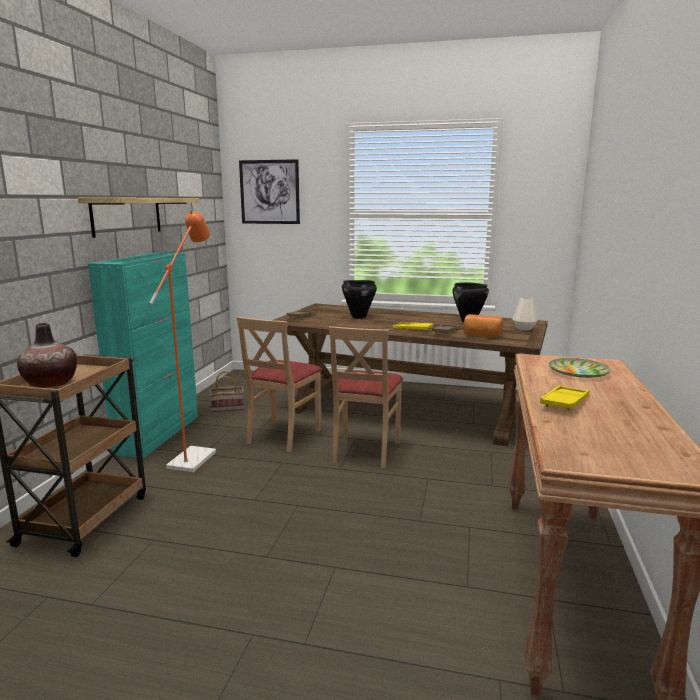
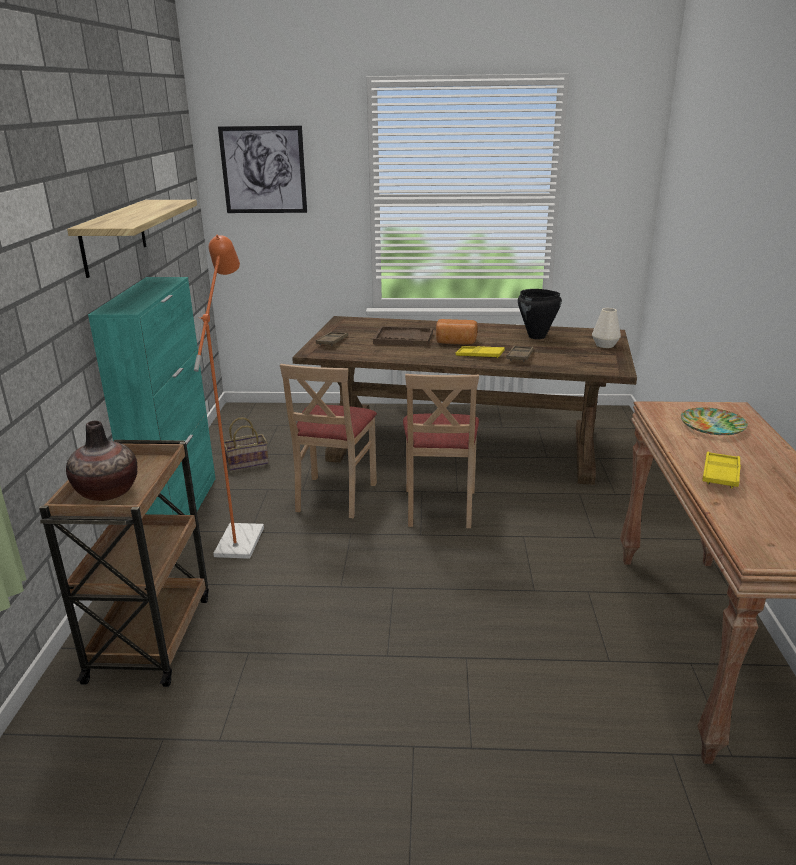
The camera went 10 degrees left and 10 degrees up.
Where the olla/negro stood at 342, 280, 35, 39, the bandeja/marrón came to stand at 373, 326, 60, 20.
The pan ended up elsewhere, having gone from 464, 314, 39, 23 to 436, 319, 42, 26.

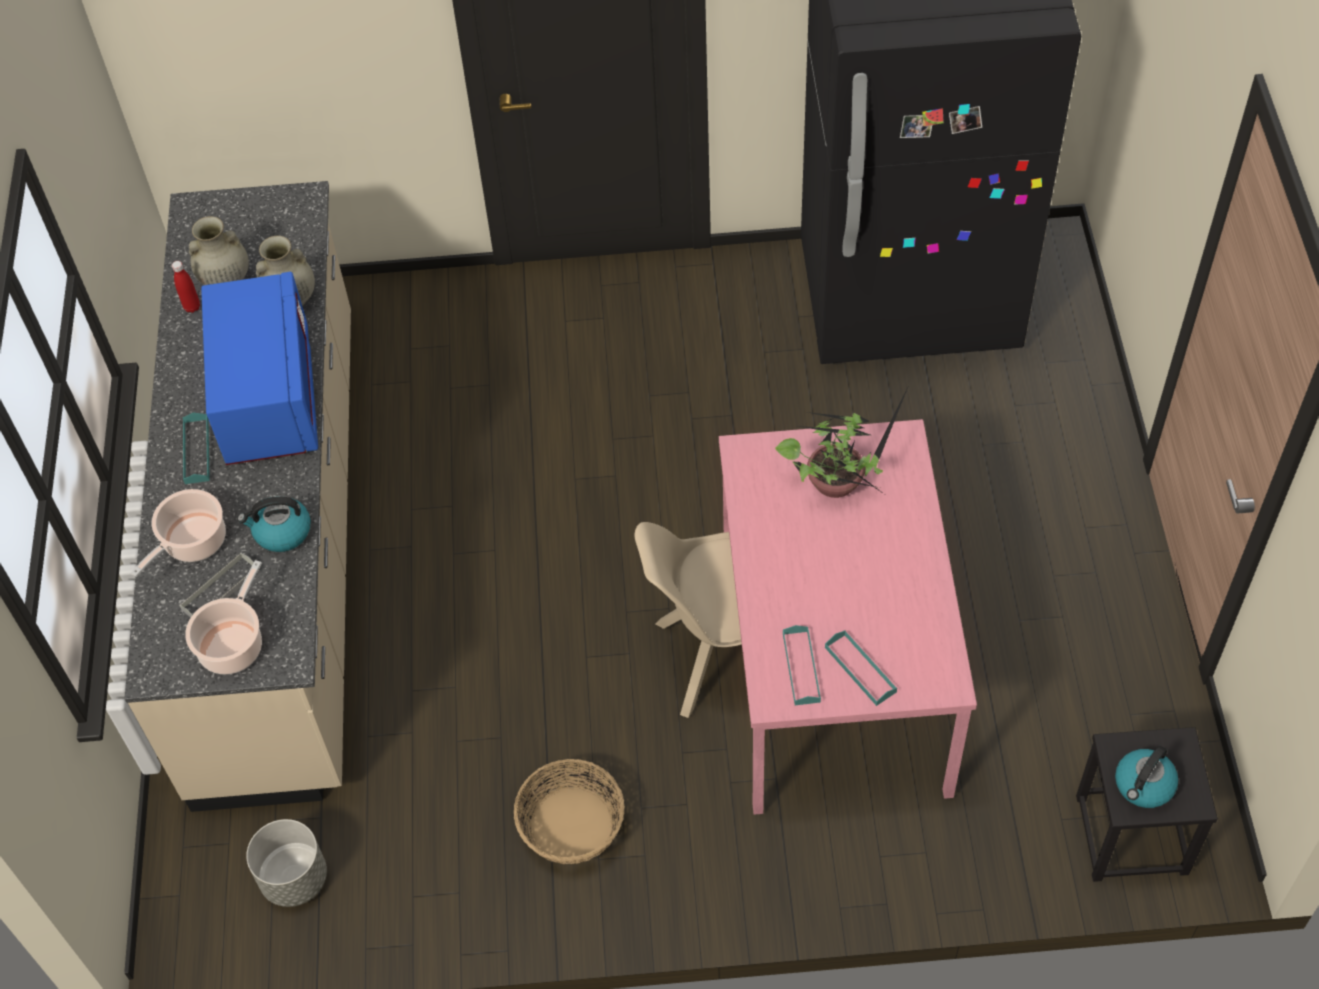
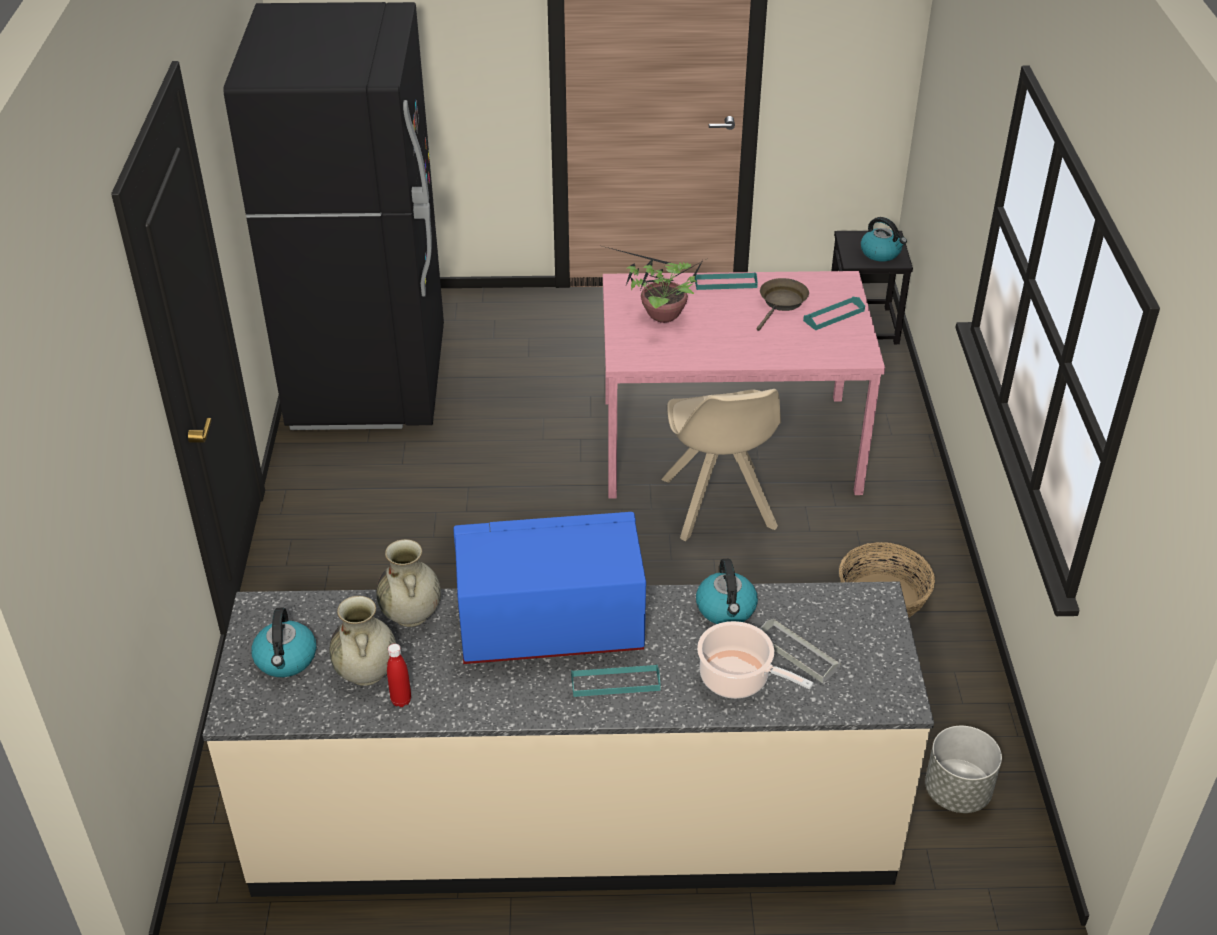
The camera went 90 degrees left and 15 degrees down.
The second view lost the olla at 185, 560, 77, 114.
The bandeja/turquesa ended up elsewhere, having gone from 783, 625, 38, 80 to 695, 272, 63, 18.
The second view gained the sartén/marrón at 756, 278, 53, 53.
The second view gained the hervidor at 251, 608, 65, 69.

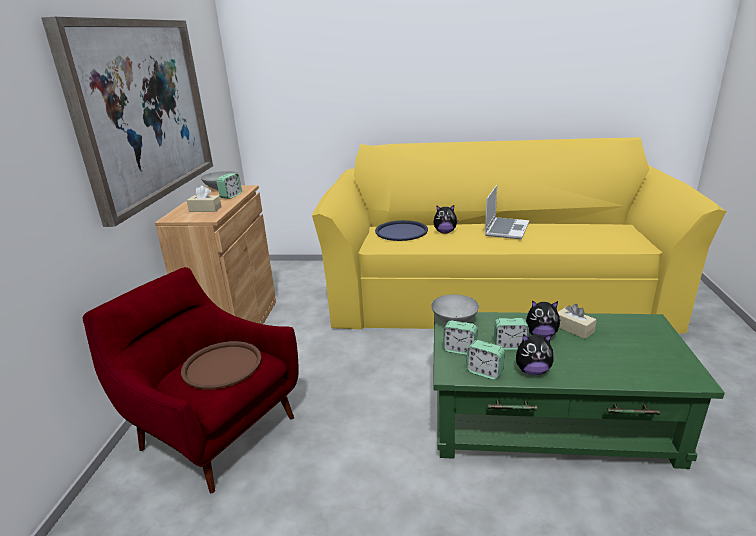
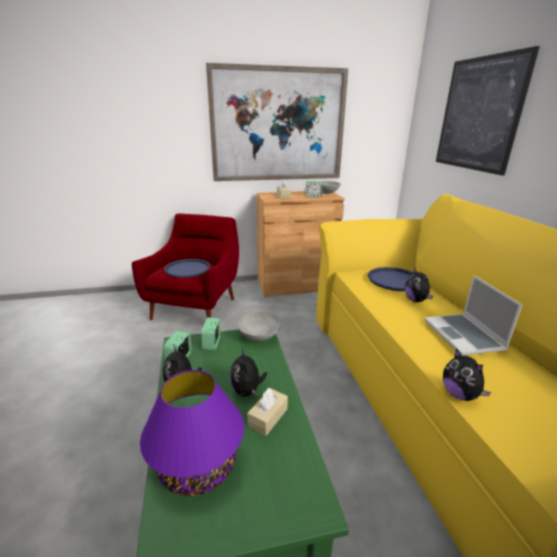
The camera went 70 degrees right and 0 degrees up.
The portátil at 485, 185, 44, 54 ended up facing another way, 75 degrees clockwise from before.
The second view lost the despertador at 494, 318, 35, 32.
What was the bandeja/marrón at 181, 341, 80, 49 turned into the bandeja/azul at 164, 259, 47, 19.
The second view gained the cuadro at 436, 46, 104, 130.
The second view gained the peluche at 443, 348, 48, 53.
The second view gained the lámpara de mesa/morado at 140, 370, 104, 126.

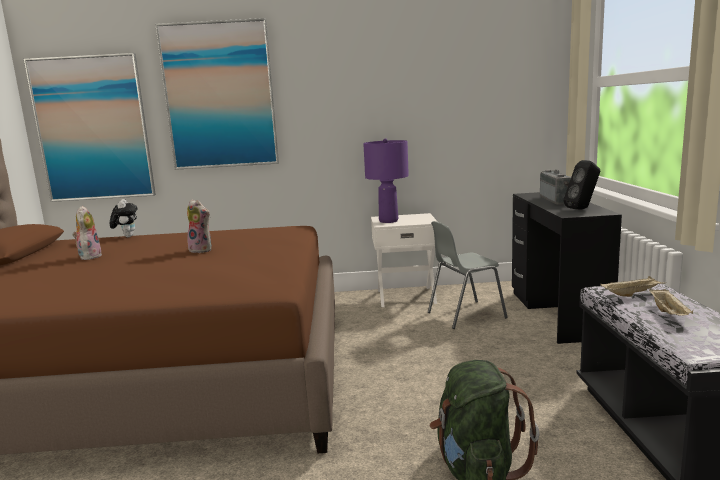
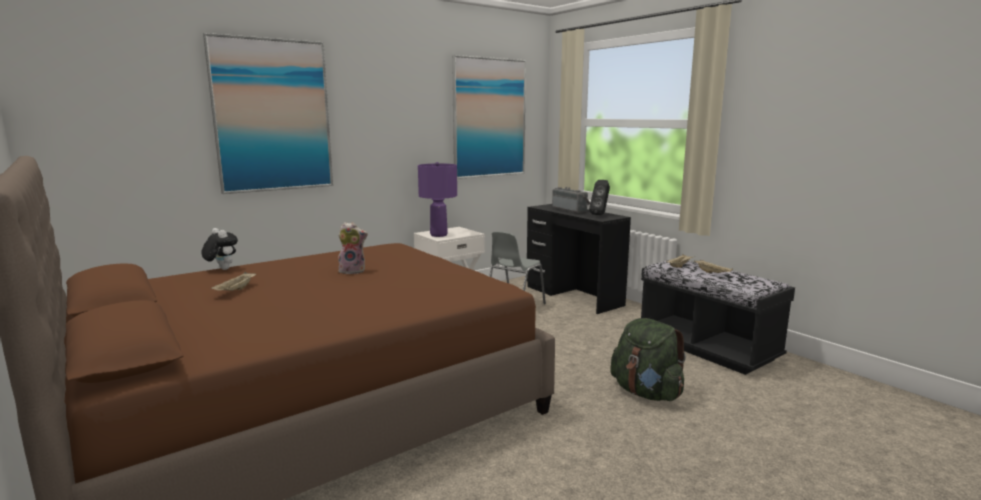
The camera went 35 degrees left and 0 degrees up.
The cuadro ended up elsewhere, having gone from 24, 53, 132, 149 to 452, 55, 74, 124.
Where the peluche stood at 72, 206, 30, 54, the bandeja/beis came to stand at 211, 272, 45, 19.

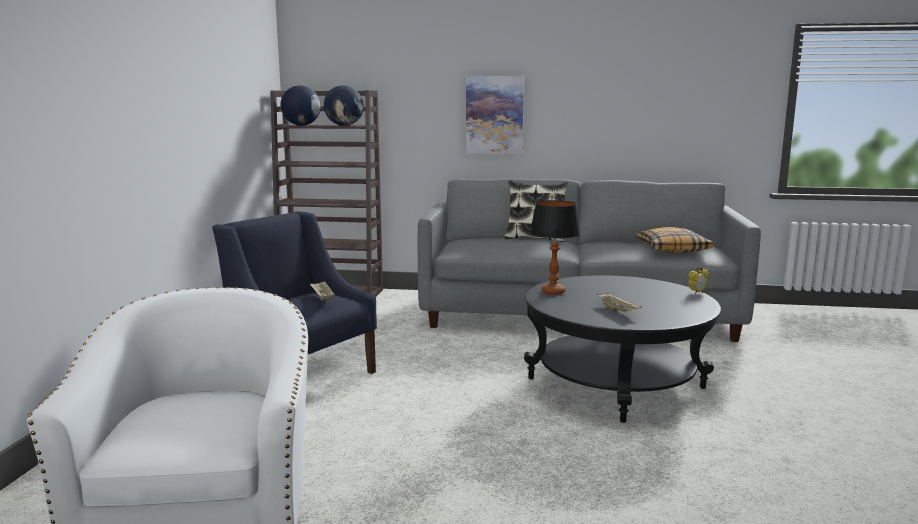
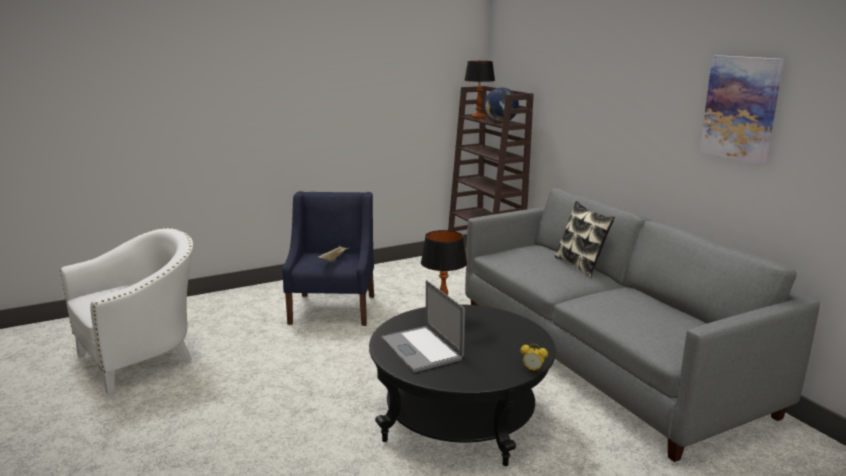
The camera went 55 degrees right and 5 degrees up.
The cuadro ended up elsewhere, having gone from 466, 76, 58, 78 to 699, 55, 85, 110.
Where the globo terráqueo stood at 281, 85, 40, 41, the lámpara de mesa came to stand at 464, 61, 31, 58.
The second view lost the cojín at 636, 227, 78, 26.
Where the bandeja/beis stood at 597, 293, 45, 18, the portátil came to stand at 380, 280, 85, 92.

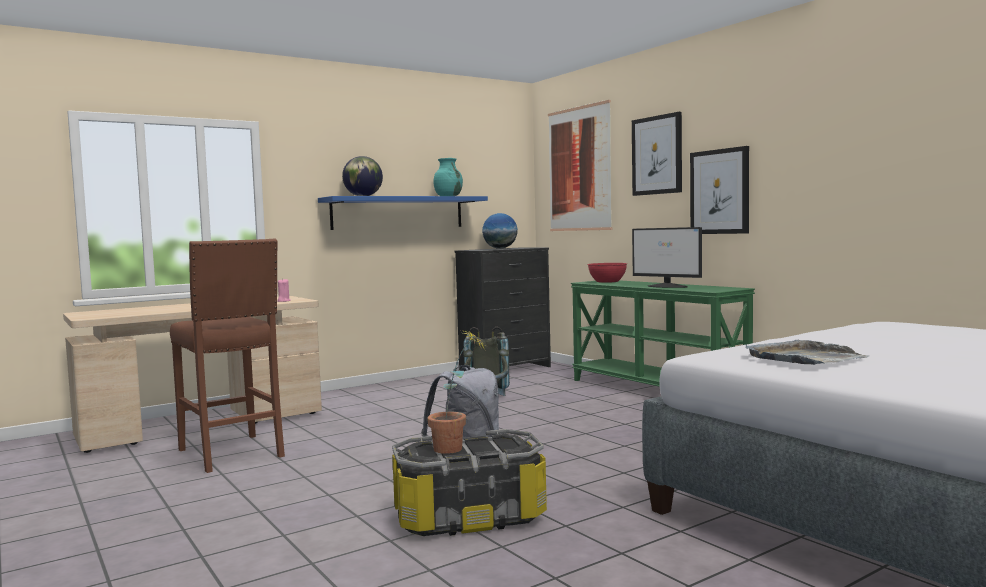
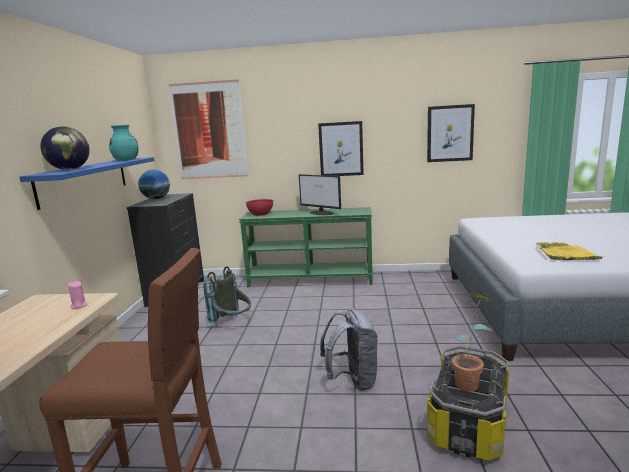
The camera went 50 degrees left and 10 degrees up.
The cuadro ended up elsewhere, having gone from 632, 112, 50, 84 to 427, 104, 48, 58.
The monitor at 632, 227, 70, 61 ended up facing another way, 45 degrees clockwise from before.
What was the bandeja/gris at 745, 340, 124, 25 turned into the bandeja/amarillo at 536, 242, 67, 18.

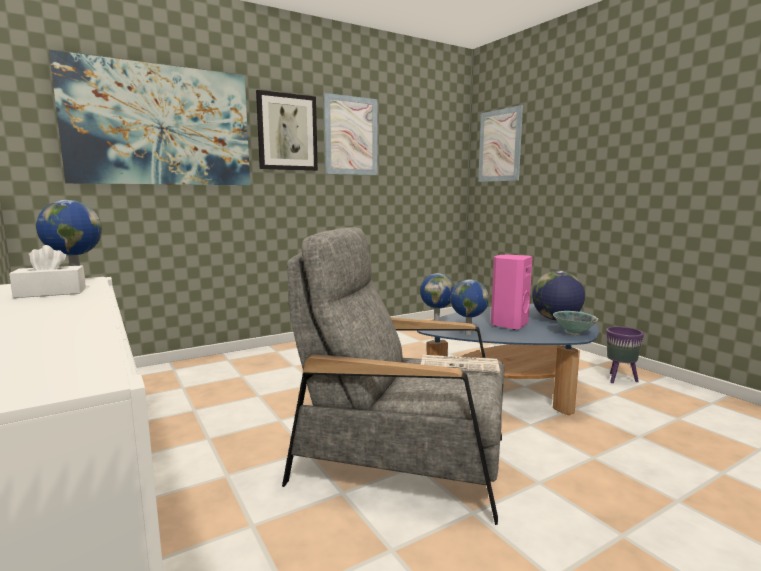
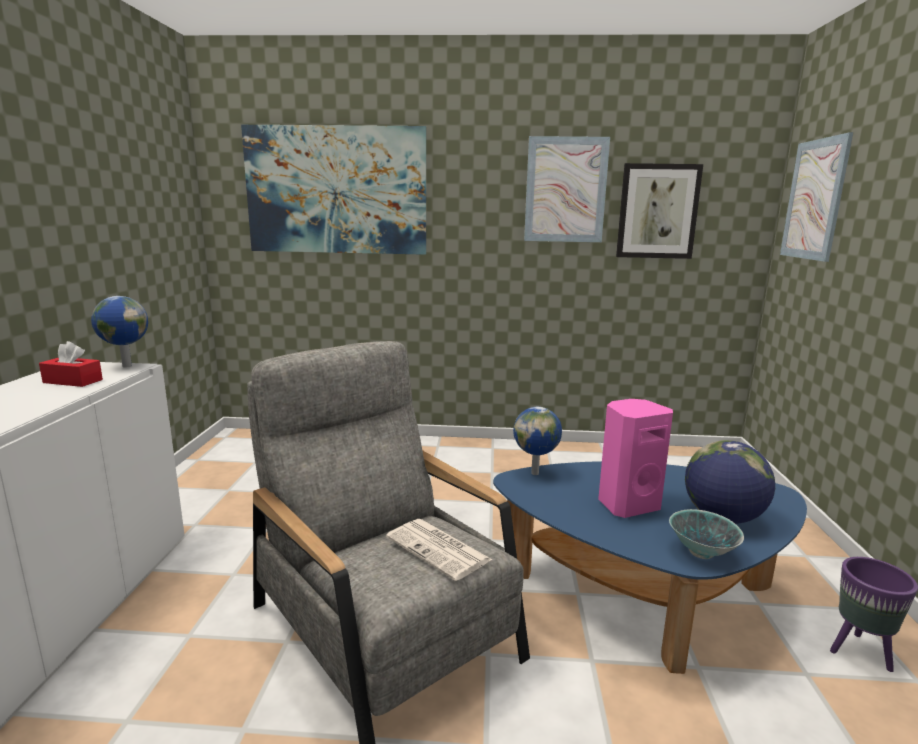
The camera went 35 degrees right and 5 degrees up.
The cuadro ended up elsewhere, having gone from 256, 90, 62, 81 to 616, 163, 87, 96.
What was the caja de pañuelos/blanco at 9, 245, 77, 53 turned into the caja de pañuelos/rojo at 39, 341, 64, 46.
The second view lost the globo terráqueo at 450, 279, 39, 56.

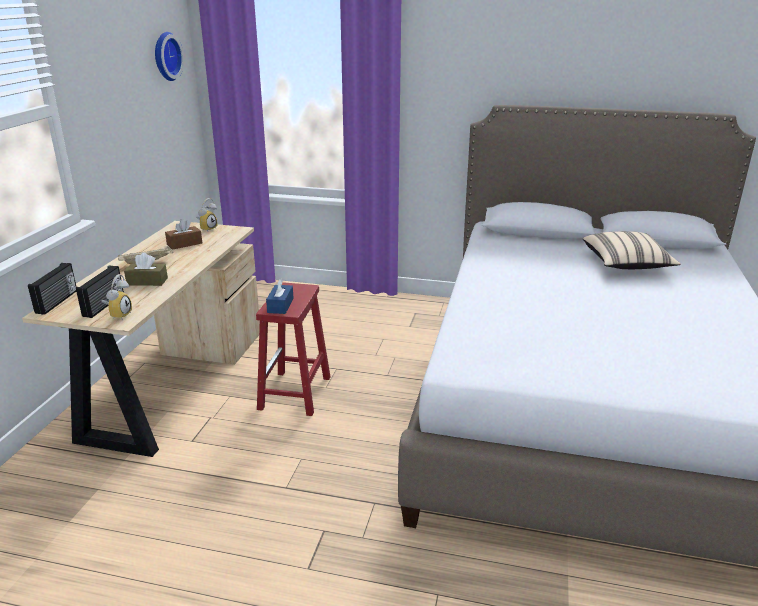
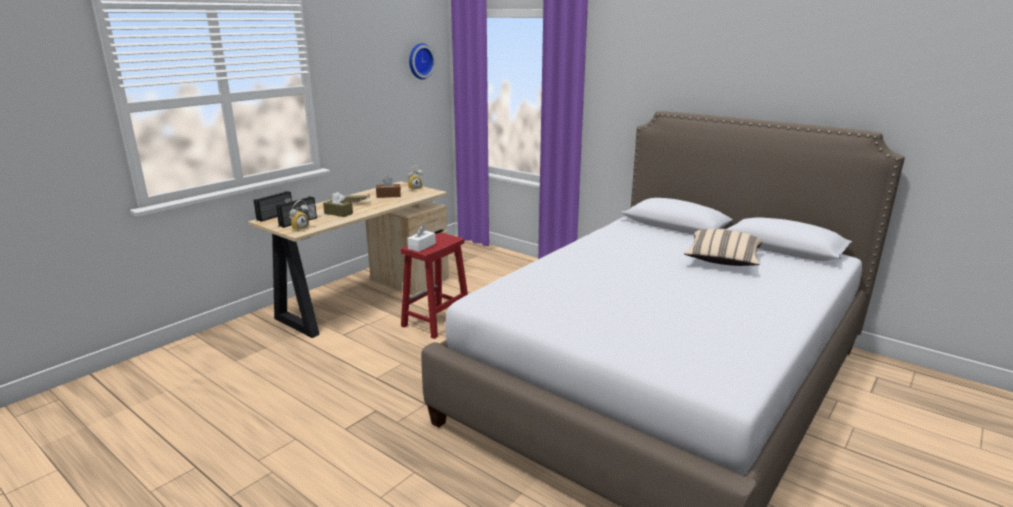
The camera went 25 degrees right and 5 degrees down.
What was the caja de pañuelos/azul at 266, 279, 28, 35 turned into the caja de pañuelos/blanco at 407, 225, 29, 27.

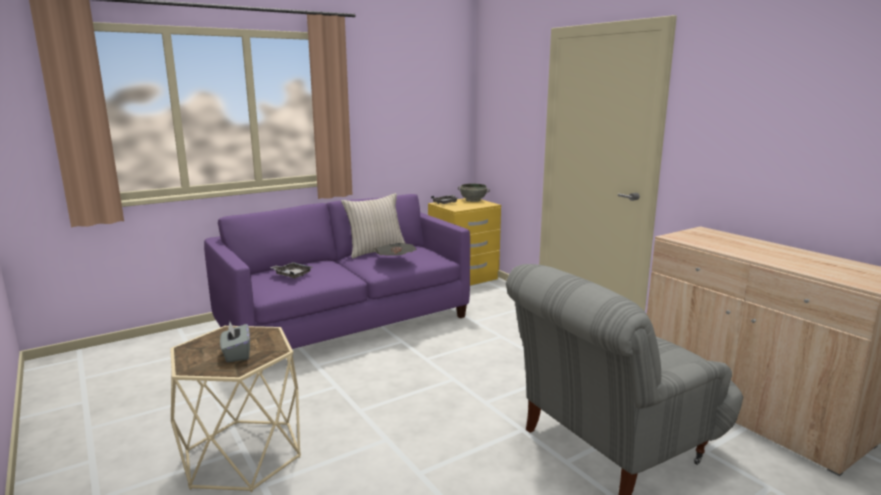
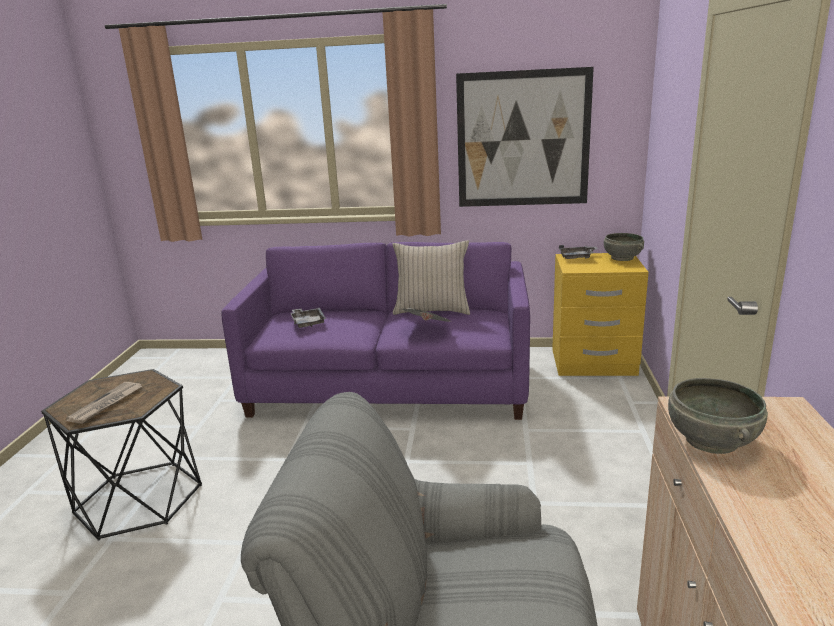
The camera went 40 degrees right and 5 degrees up.
Where the caja de pañuelos/gris stood at 220, 322, 30, 40, the periódico came to stand at 66, 382, 76, 42.
What was the mesa auxiliar/beis at 170, 326, 131, 166 turned into the mesa auxiliar/negro at 41, 369, 161, 172.
The second view gained the cuadro at 456, 67, 138, 140.
The second view gained the cuenco/gris at 668, 378, 100, 76.

